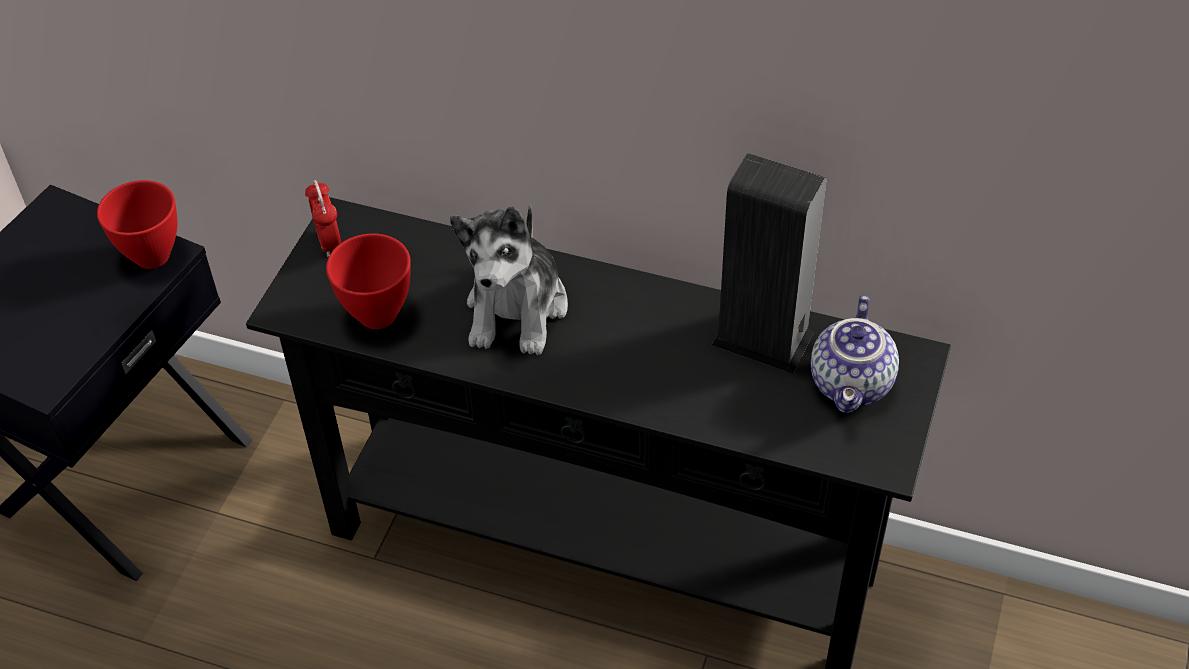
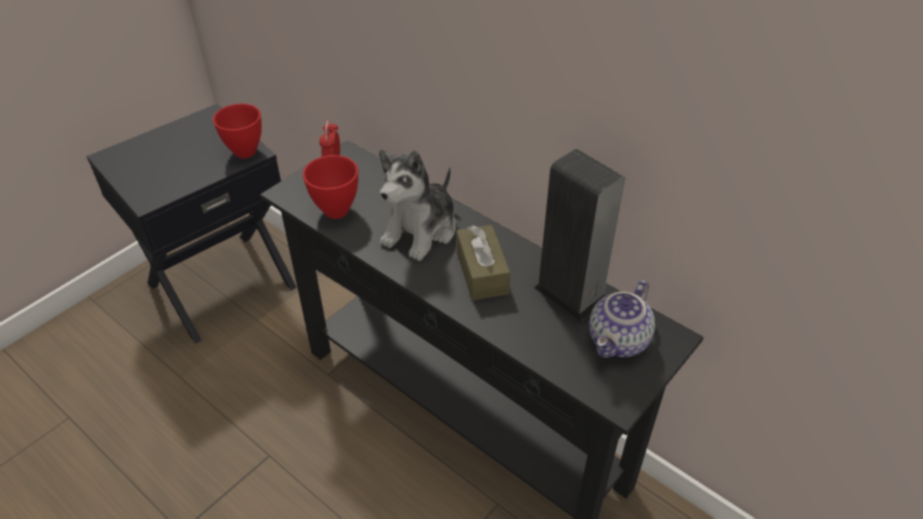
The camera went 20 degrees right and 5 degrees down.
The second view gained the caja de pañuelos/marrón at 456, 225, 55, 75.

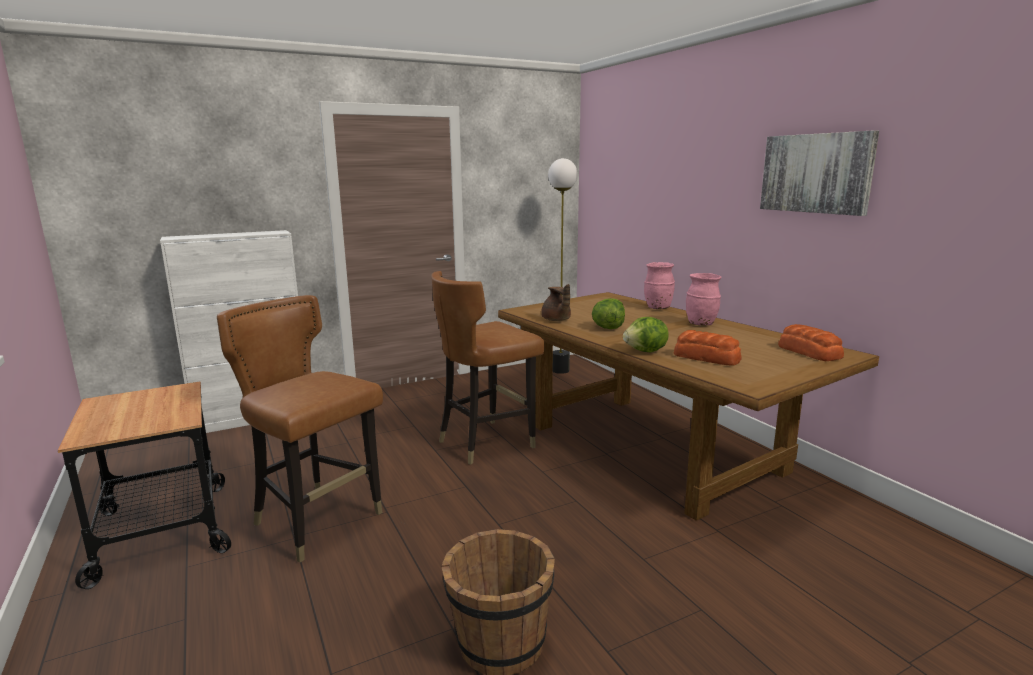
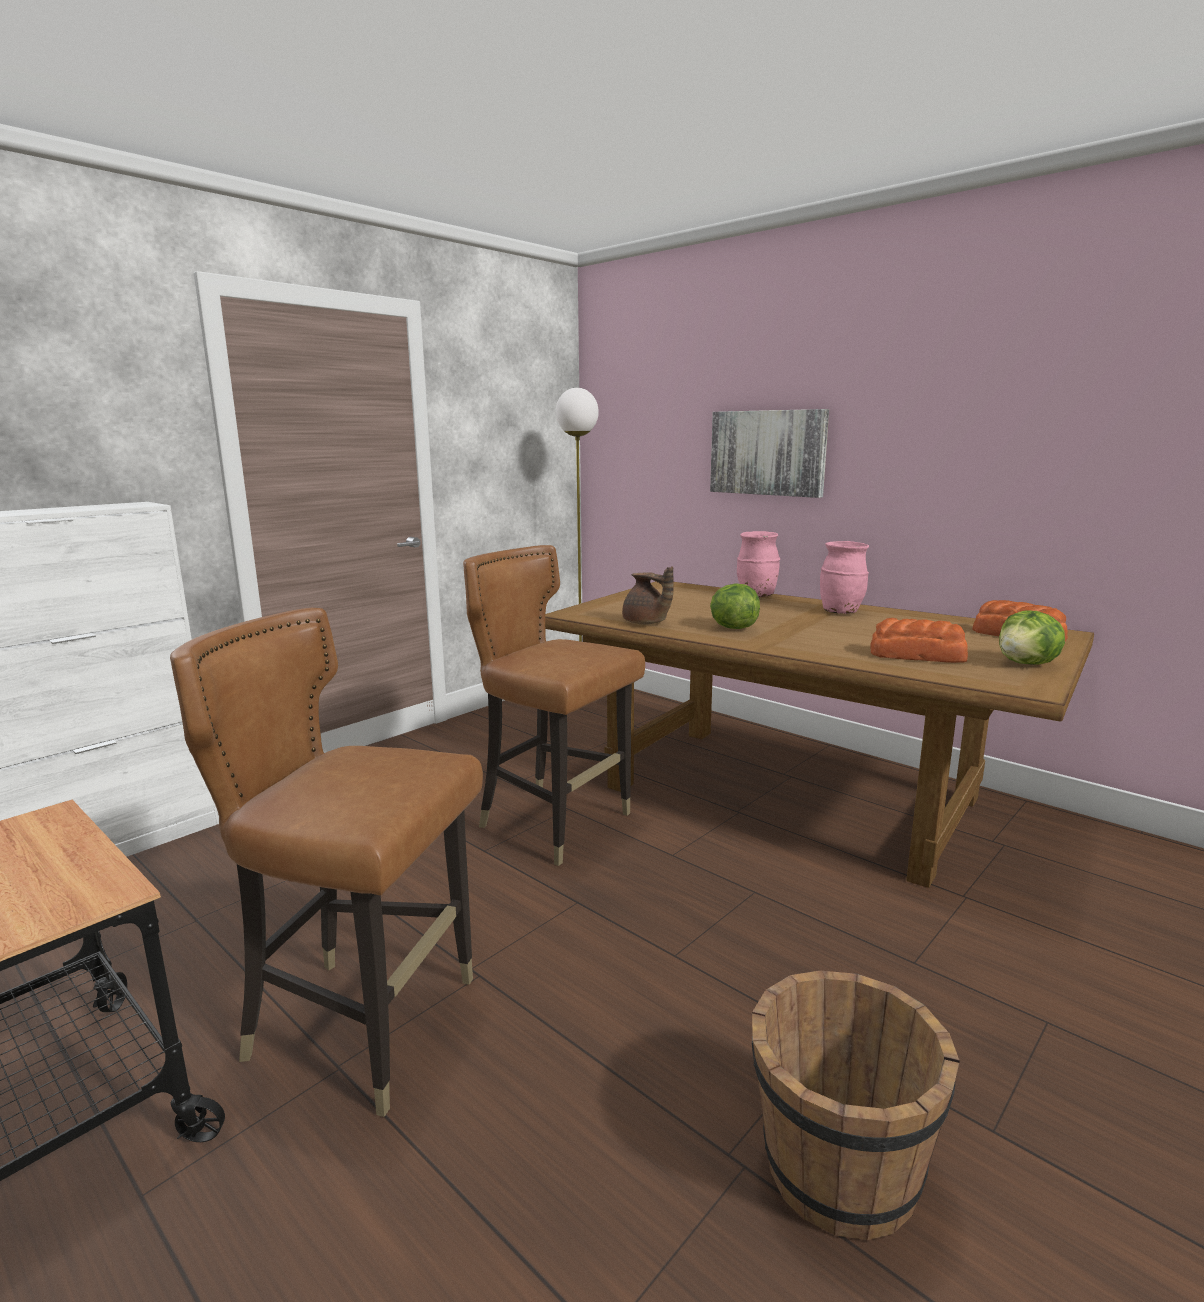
The camera went 20 degrees left and 0 degrees up.
The cuadro ended up elsewhere, having gone from 760, 130, 119, 86 to 710, 409, 119, 89.
The silla/marrón at 431, 271, 113, 194 ended up facing another way, 90 degrees clockwise from before.
The lechuga ended up elsewhere, having gone from 623, 317, 46, 36 to 999, 610, 66, 55.

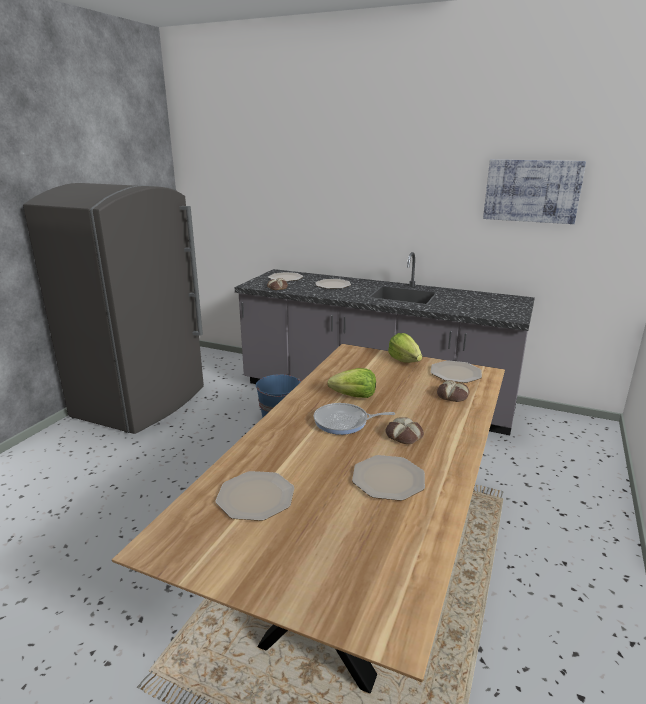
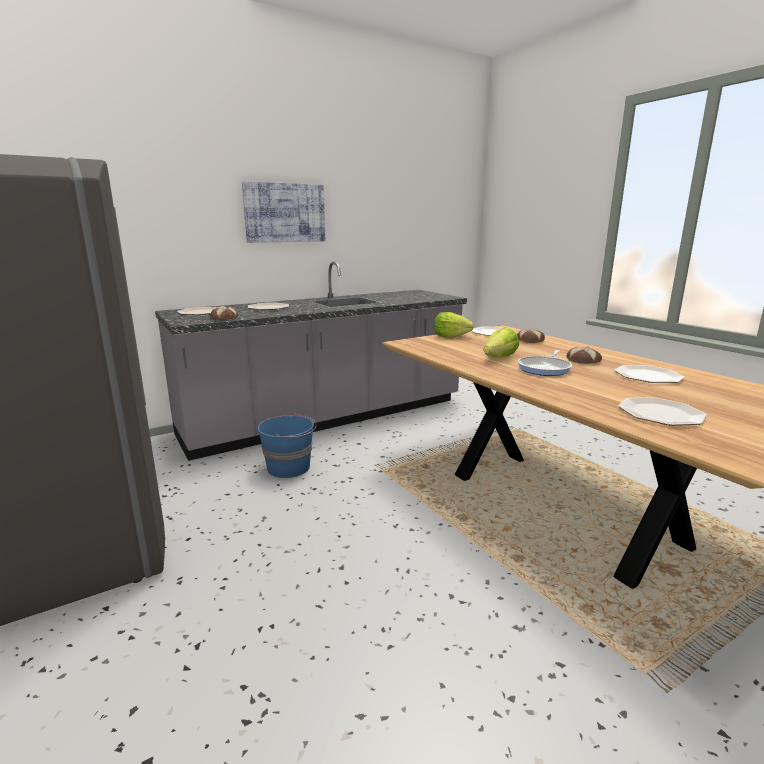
The camera went 55 degrees left and 5 degrees down.
The cuadro ended up elsewhere, having gone from 483, 159, 103, 65 to 242, 181, 83, 62.

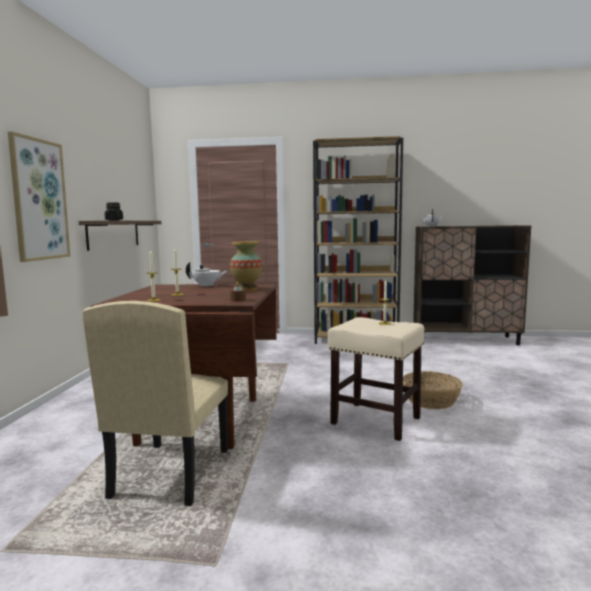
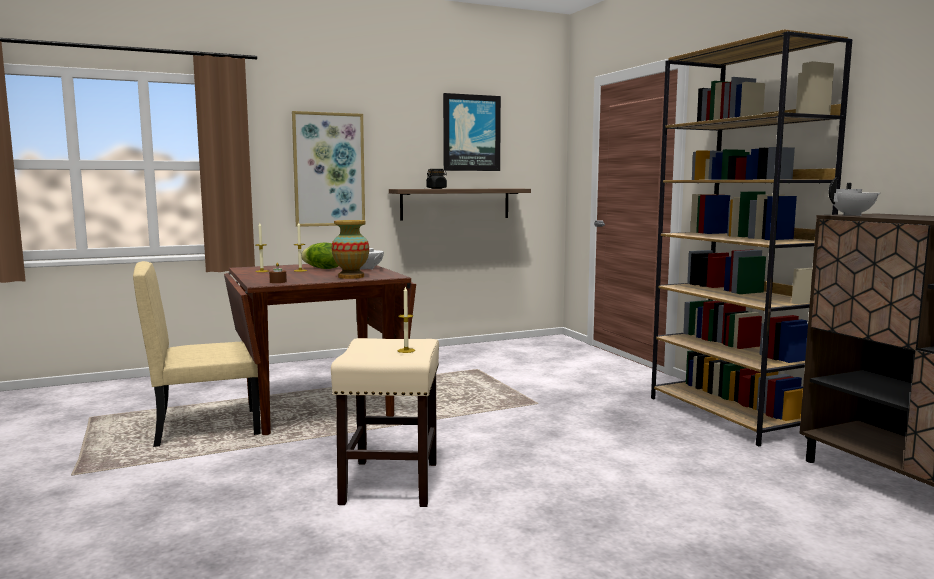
The camera went 60 degrees right and 0 degrees up.
The second view lost the cesta at 403, 371, 60, 38.
The second view gained the cuadro at 443, 93, 58, 78.
The second view gained the lechuga at 302, 242, 37, 27.

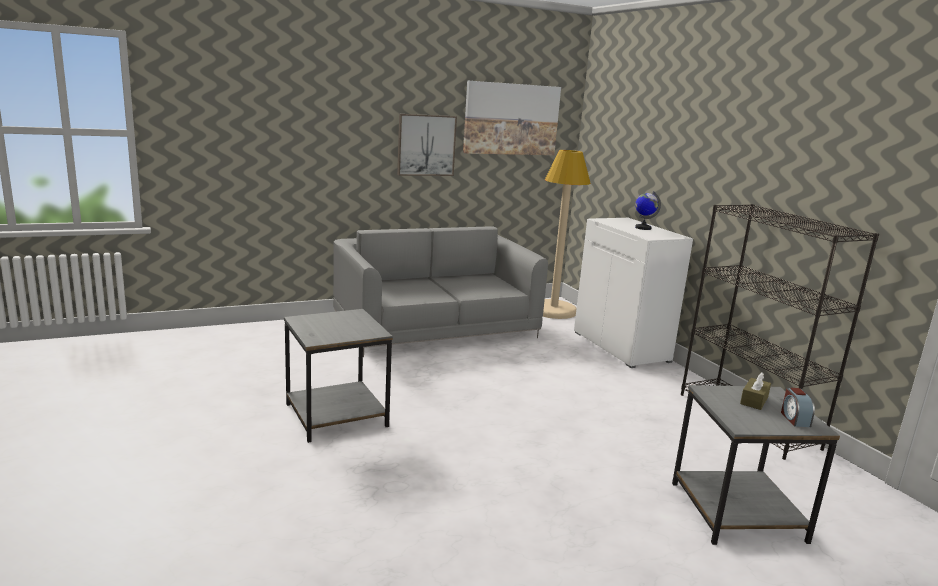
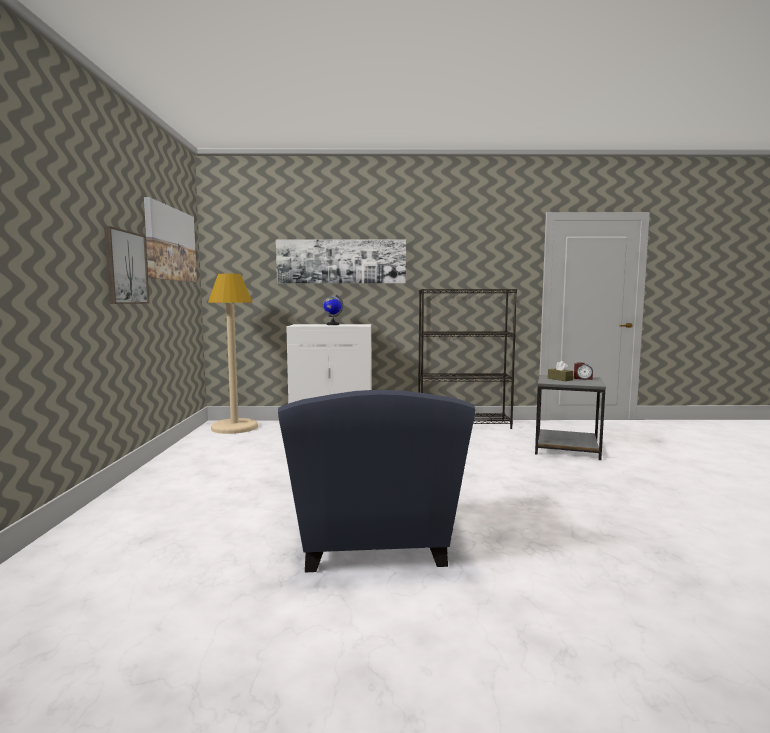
The camera went 65 degrees left and 10 degrees down.
The second view lost the sofá/gris at 333, 226, 215, 131.
Where the mesa auxiliar/gris stood at 284, 309, 109, 134, the sillón/azul came to stand at 278, 390, 197, 182.
The second view gained the cuadro at 276, 239, 130, 45.

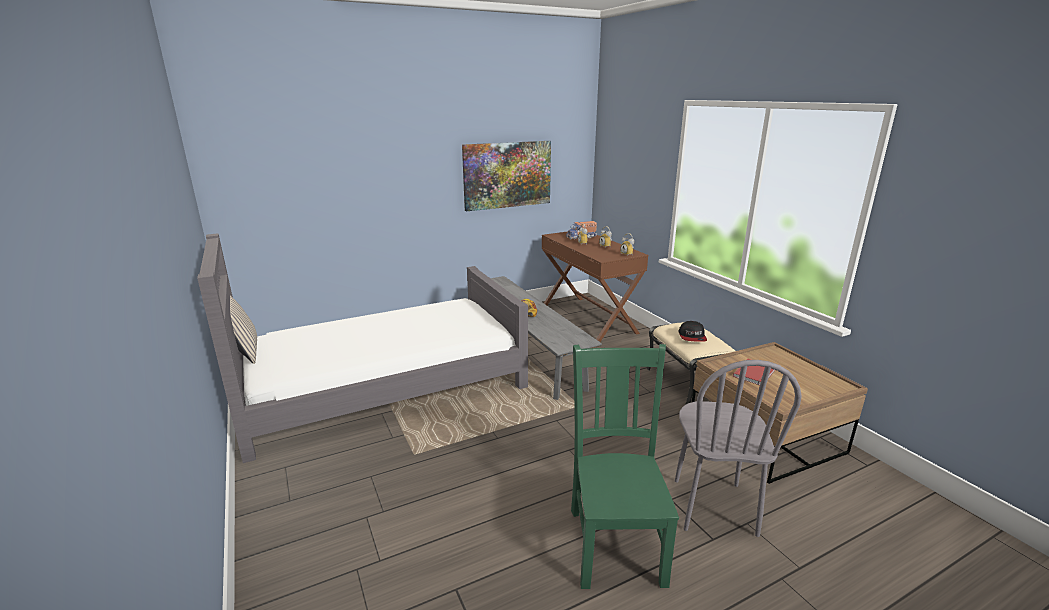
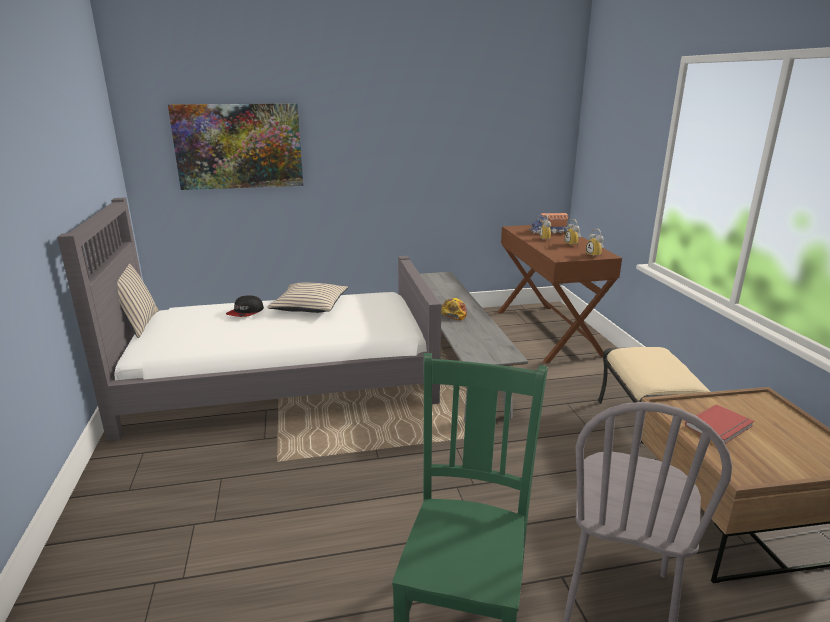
The camera went 15 degrees right and 0 degrees up.
The cuadro ended up elsewhere, having gone from 462, 141, 89, 70 to 168, 103, 135, 87.
The gorra ended up elsewhere, having gone from 679, 321, 28, 21 to 226, 295, 38, 22.
The second view gained the cojín/beis at 267, 282, 81, 31.

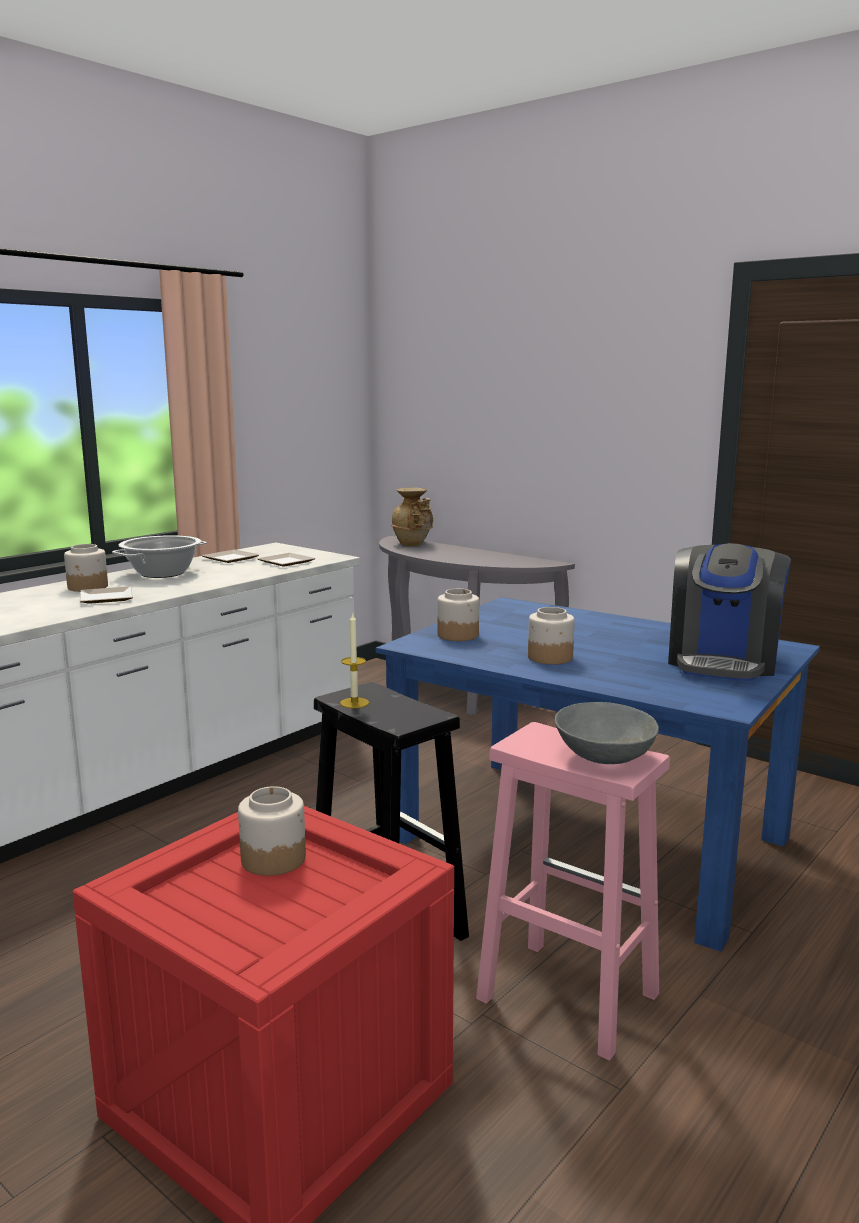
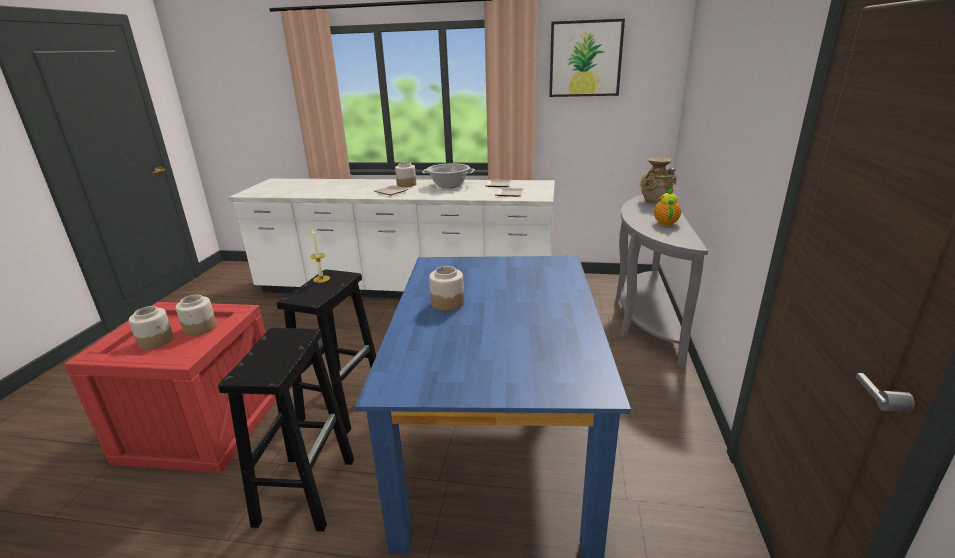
The camera went 60 degrees right and 10 degrees up.
The second view lost the cafetera at 668, 543, 123, 138.
The tarro ended up elsewhere, having gone from 437, 589, 42, 52 to 129, 306, 45, 43.
The second view lost the cuenco/gris at 555, 702, 104, 62.
What was the taburete/rosa at 476, 722, 194, 339 turned into the taburete/negro at 218, 328, 136, 204.
The second view gained the cuadro at 549, 19, 76, 78.
The second view gained the tetera at 654, 187, 27, 39.

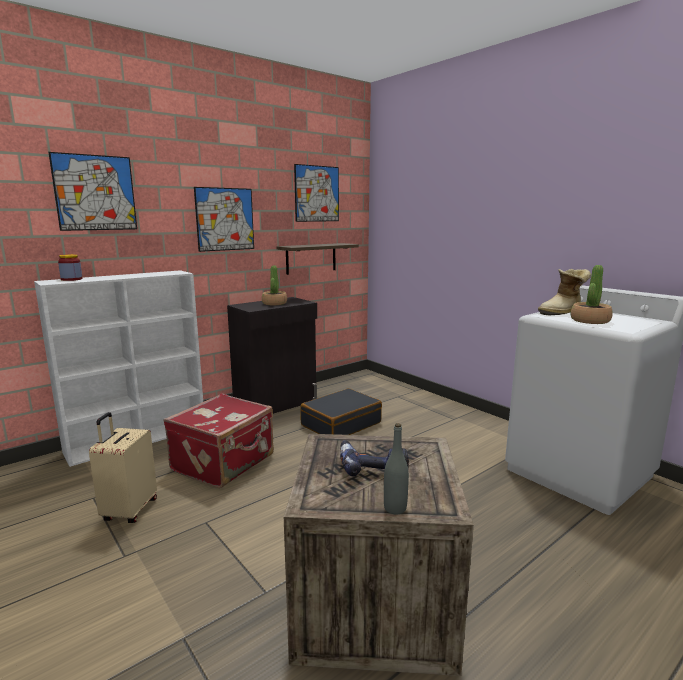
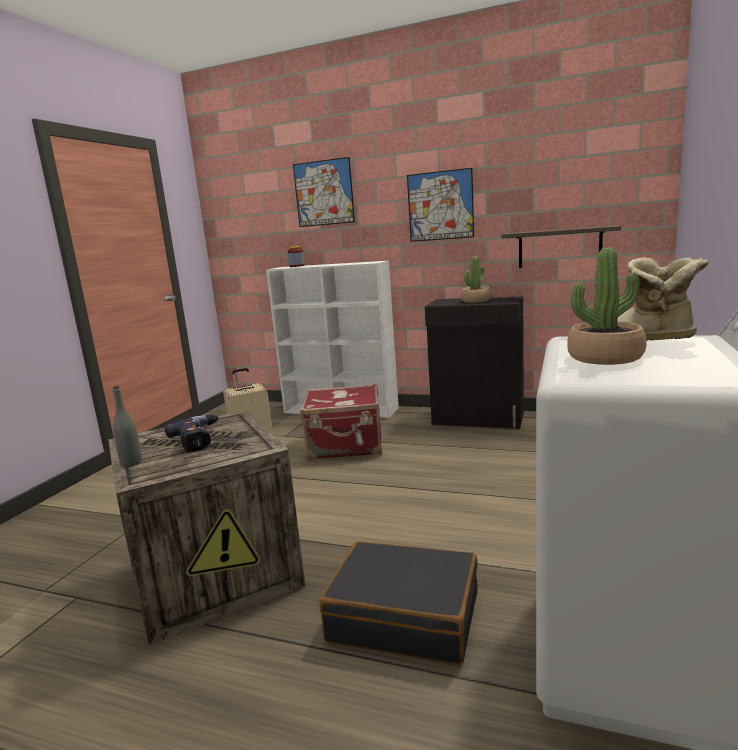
The camera went 60 degrees right and 0 degrees up.
The second view lost the cuadro at 294, 164, 45, 58.
The maleta/negro ended up elsewhere, having gone from 300, 388, 82, 47 to 319, 541, 159, 123.

